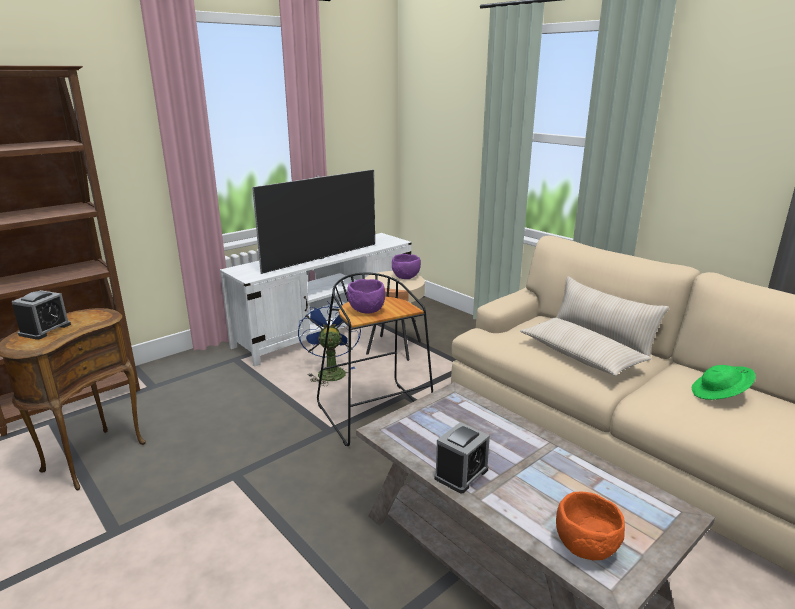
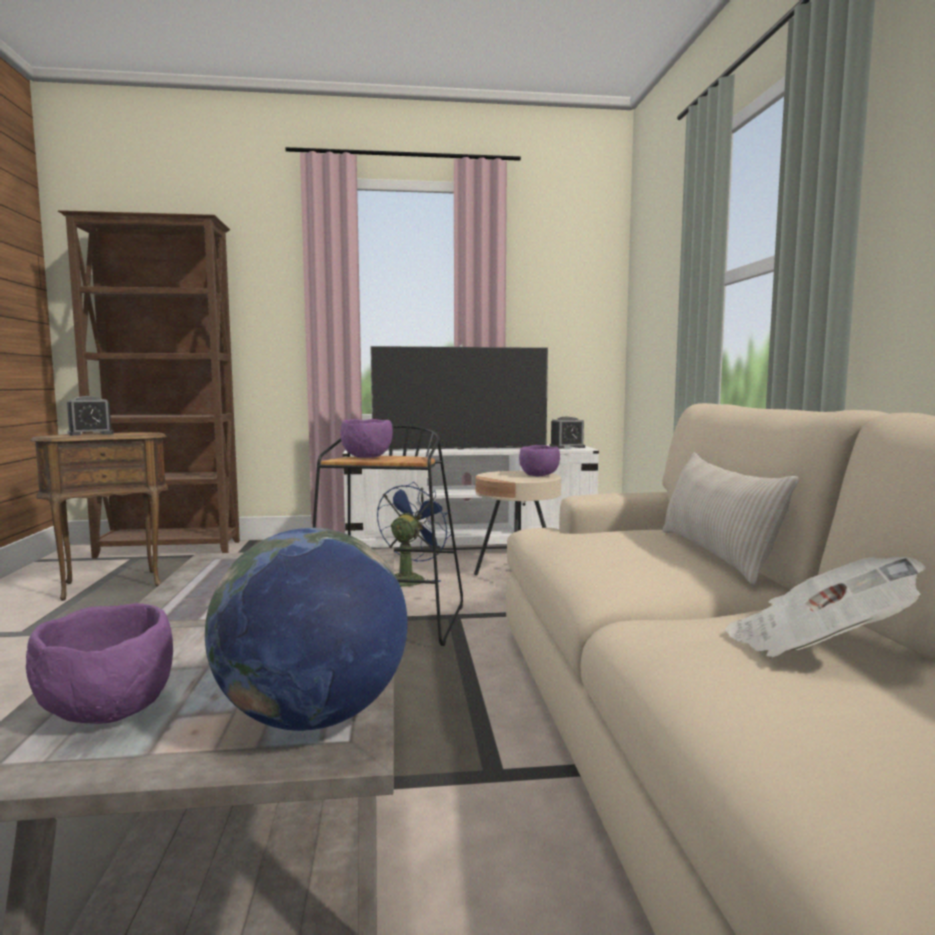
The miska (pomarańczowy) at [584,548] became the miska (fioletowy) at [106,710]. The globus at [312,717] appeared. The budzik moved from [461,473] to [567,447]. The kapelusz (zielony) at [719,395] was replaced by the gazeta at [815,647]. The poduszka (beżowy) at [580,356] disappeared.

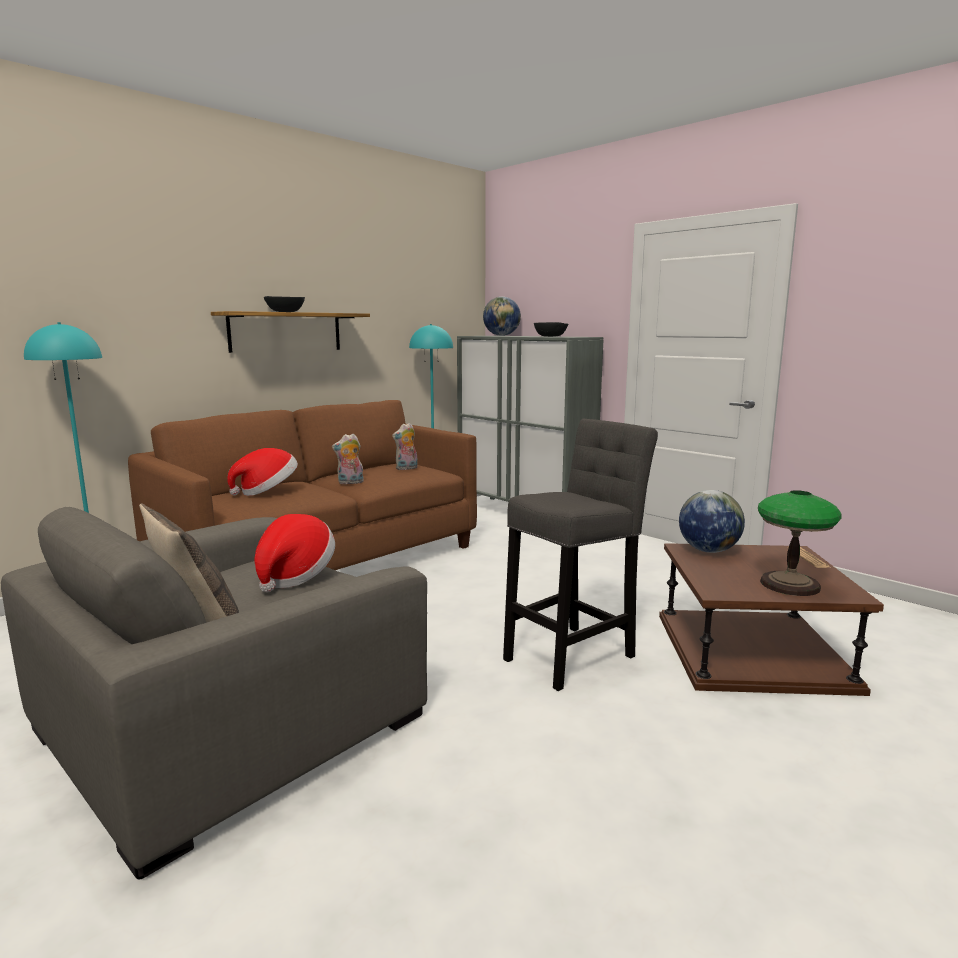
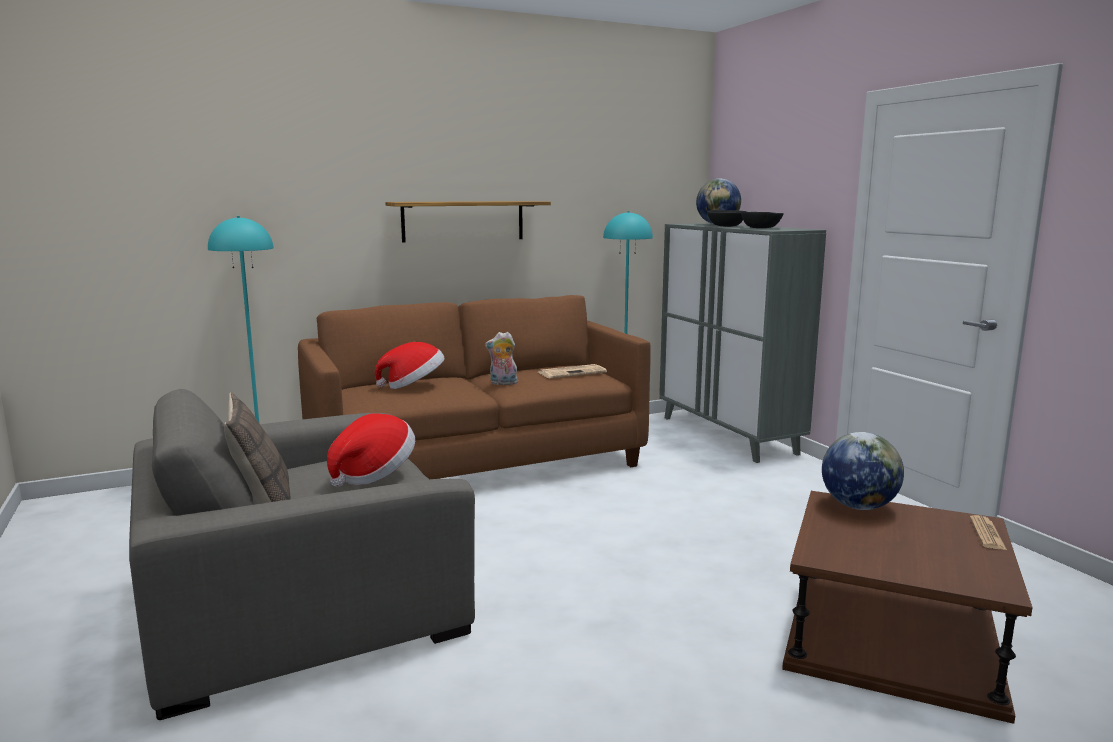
The pluszak at [406,468] was replaced by the gazeta at [572,372]. The miska (czarny) moved from [285,312] to [726,226]. The stołek (szary) at [574,655] disappeared. The lampa stołowa at [789,585] disappeared.

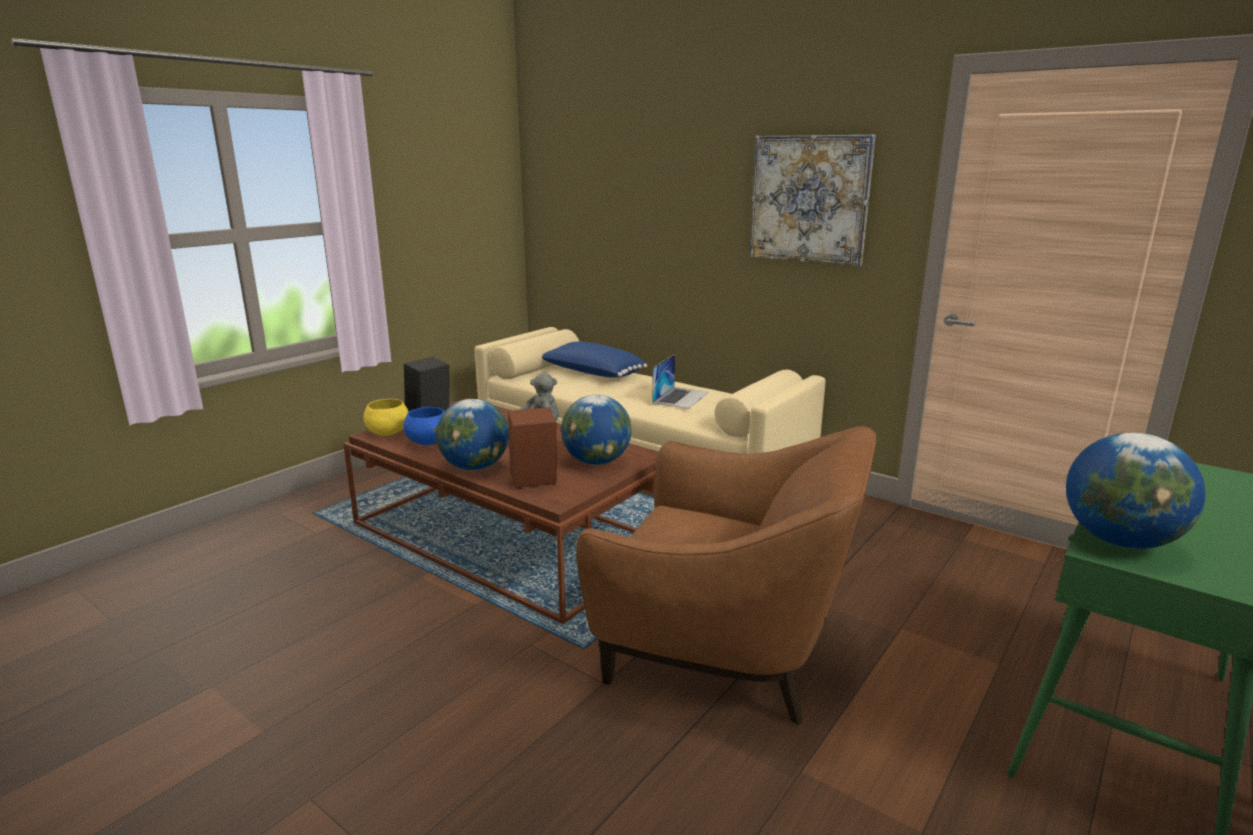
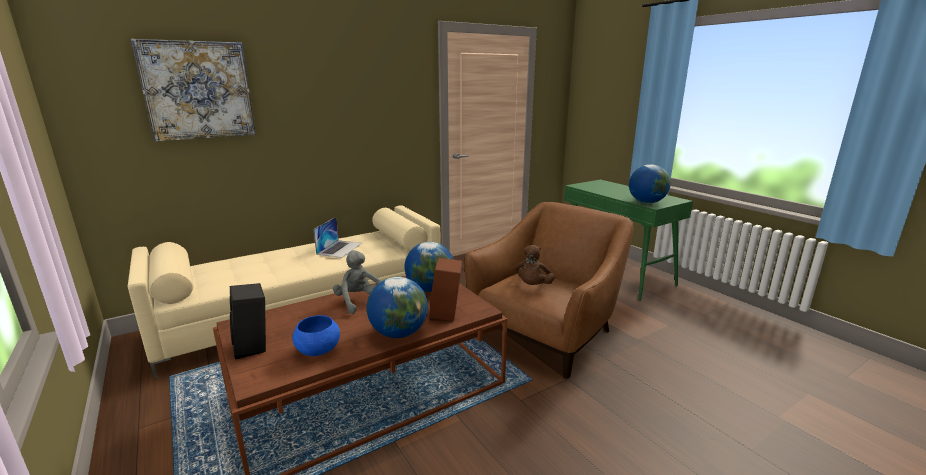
The obraz moved from [809,199] to [198,90]. The laptop at [680,397] turned 60 degrees clockwise. The pluszak (brązowy) at [533,286] appeared. The miska (żółty) at [387,433] disappeared. The poduszka (niebieski) at [591,374] disappeared.

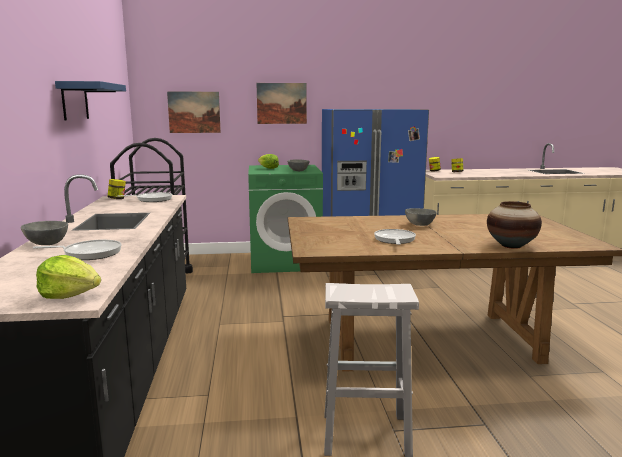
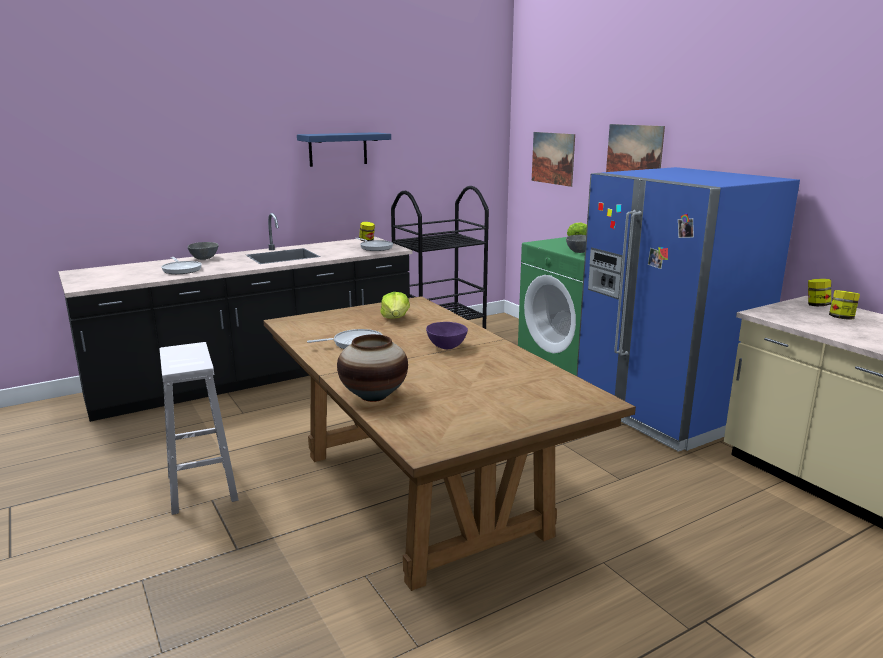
The sałata moved from [70,295] to [395,318]. The miska (szary) at [419,224] became the miska (fioletowy) at [446,346].

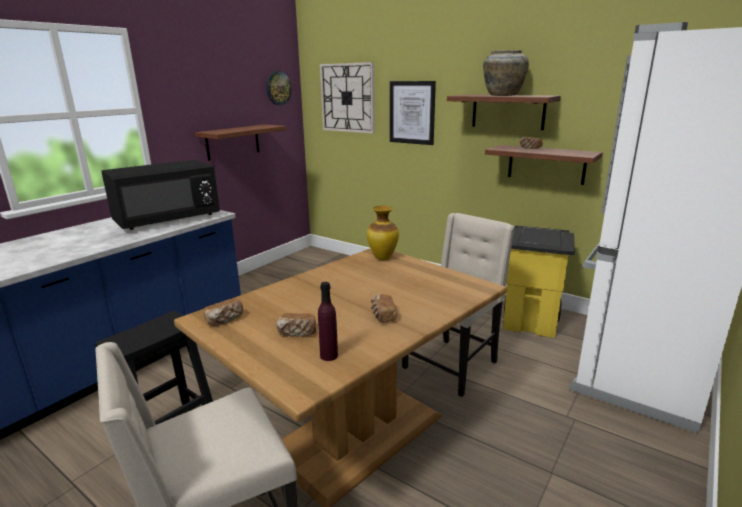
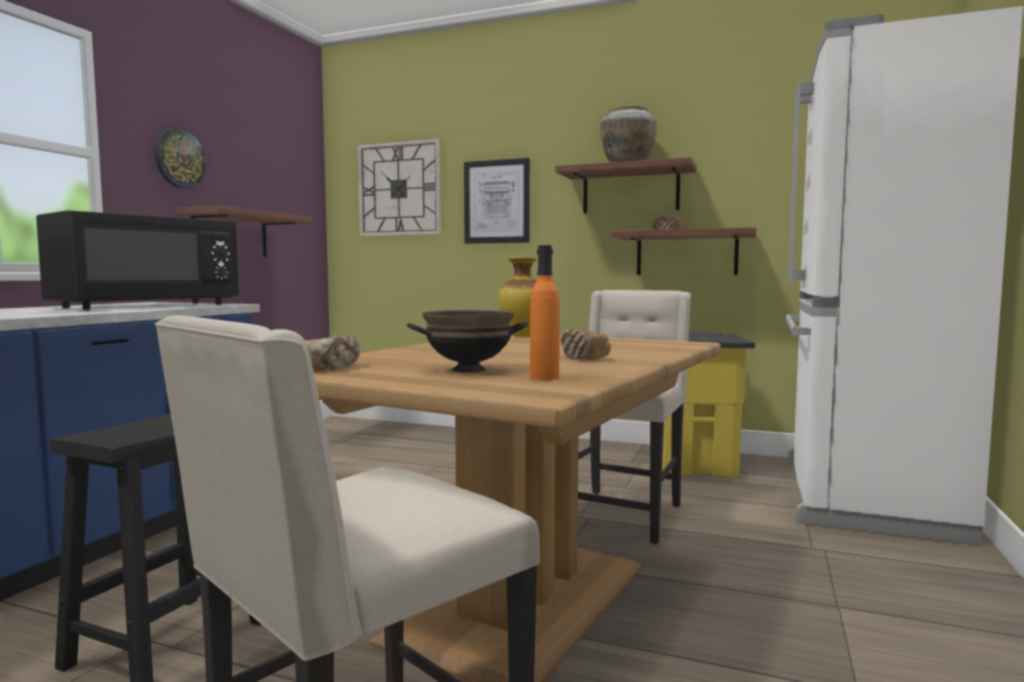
The zegar ścienny moved from [278,88] to [179,158]. The chleb at [297,333] was replaced by the miska (czarny) at [468,370]. The butelka (fioletowy) at [329,355] became the butelka (pomarańczowy) at [544,377].

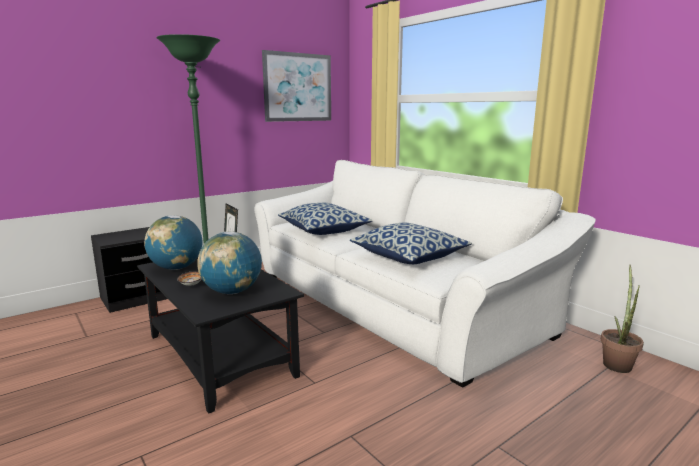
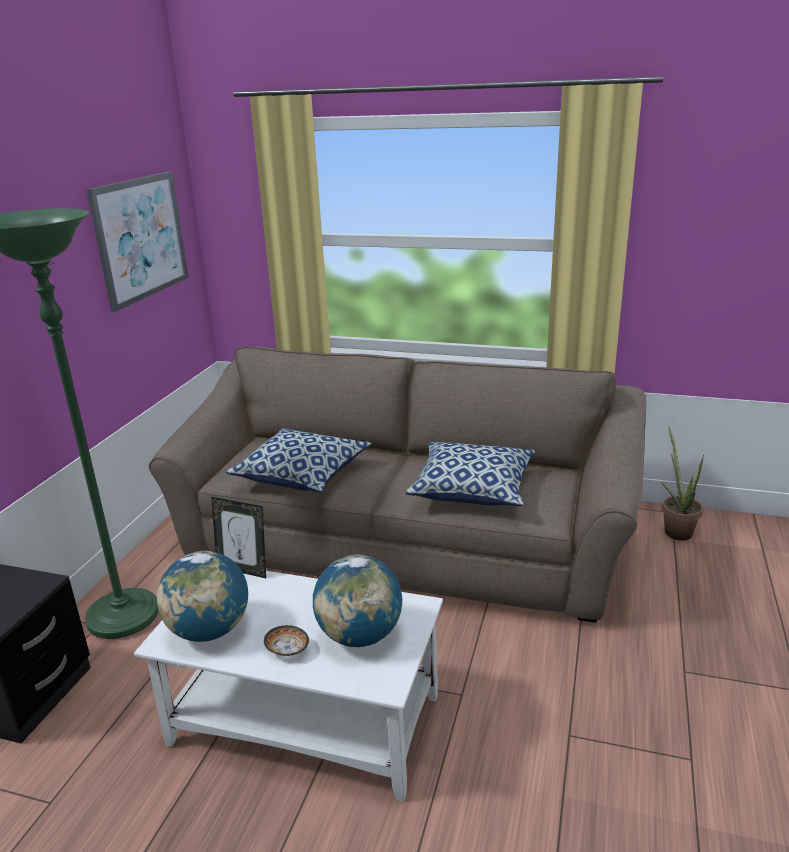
The ława (czarny) at [221,356] became the ława (biały) at [308,720]. The kanapa (biały) at [389,301] became the kanapa (brązowy) at [403,540].

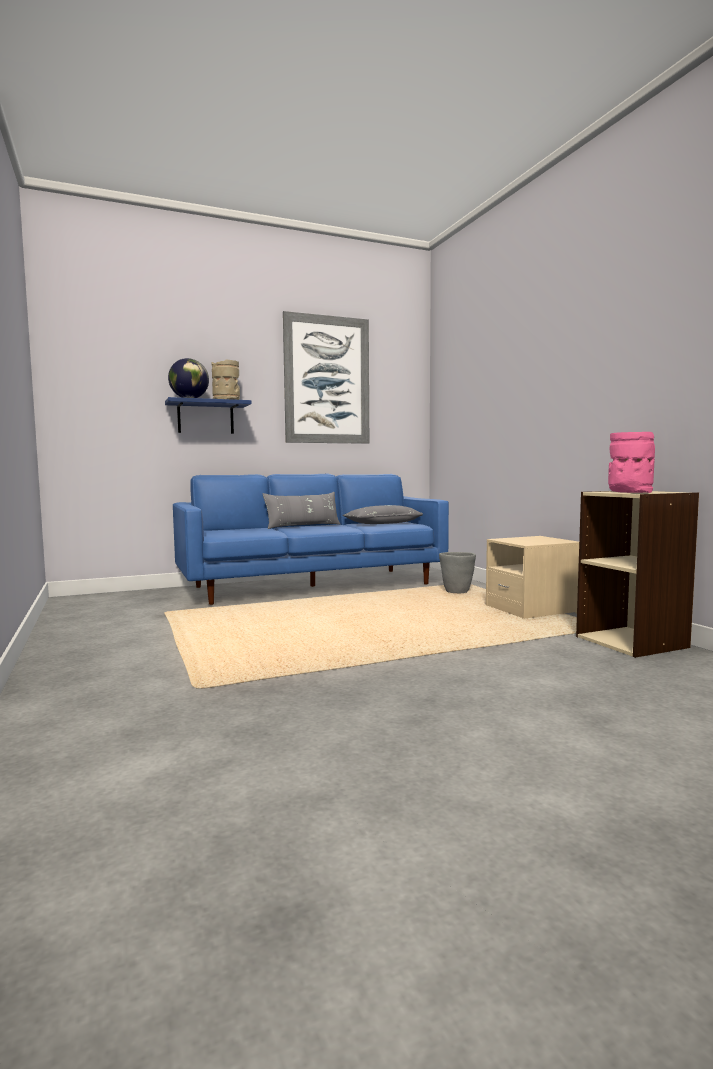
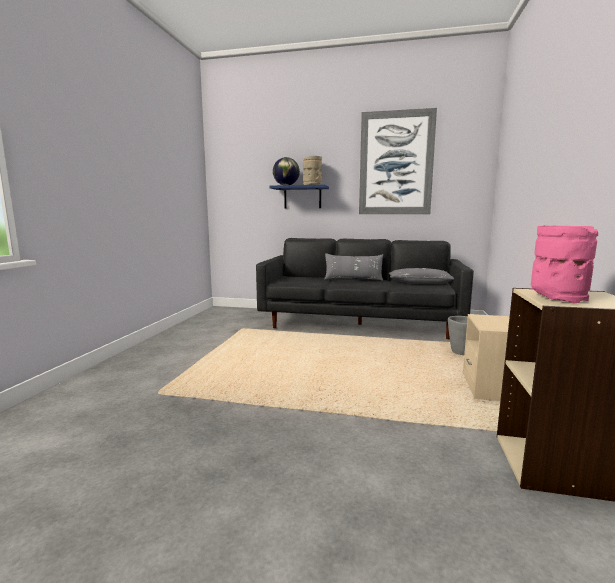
The kanapa (niebieski) at [313,586] became the kanapa (czarny) at [360,324].

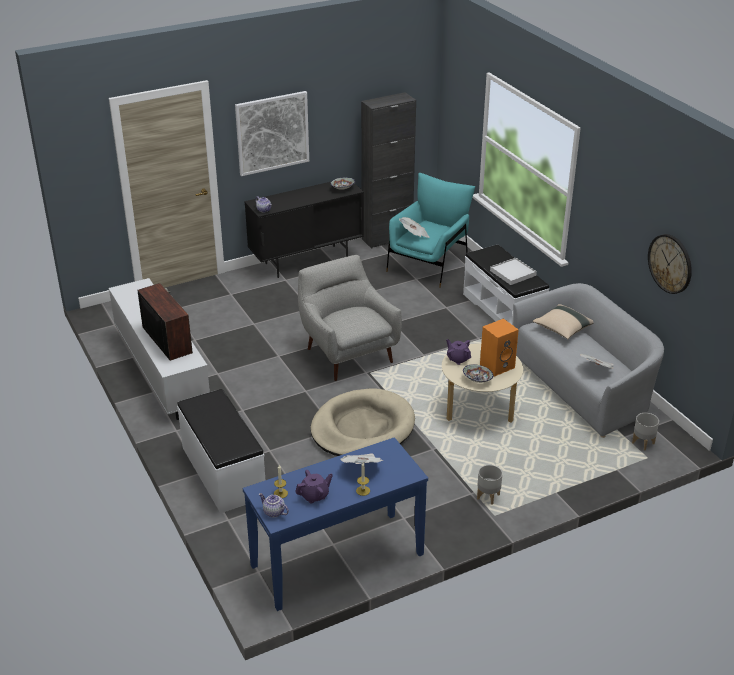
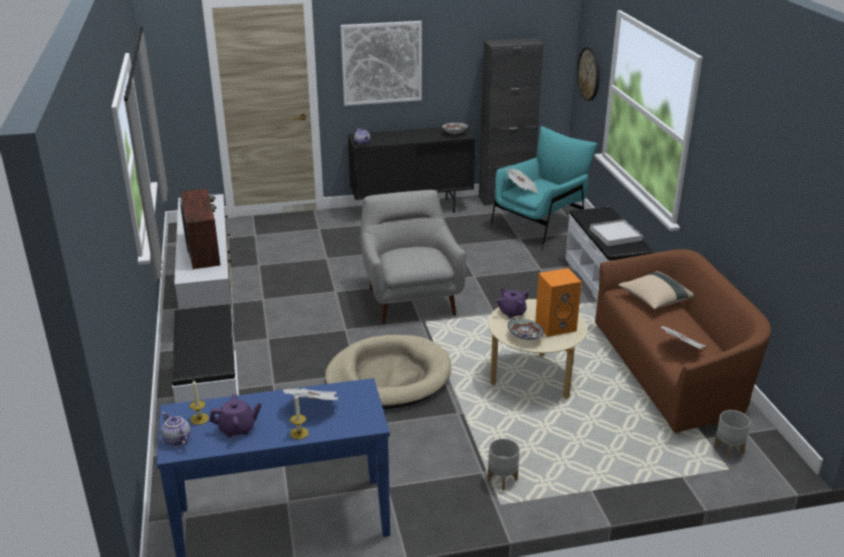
The zegar ścienny moved from [670,263] to [589,74]. The kanapa (szary) at [583,385] became the kanapa (brązowy) at [672,372].

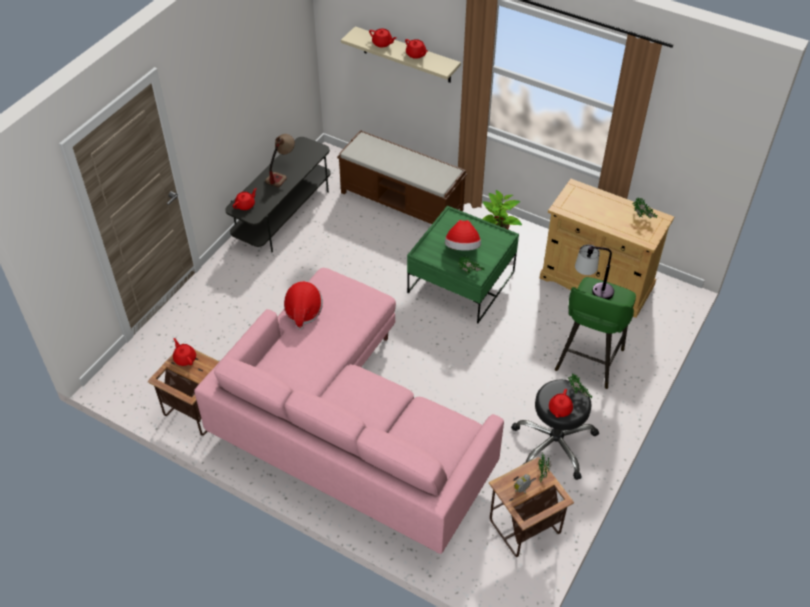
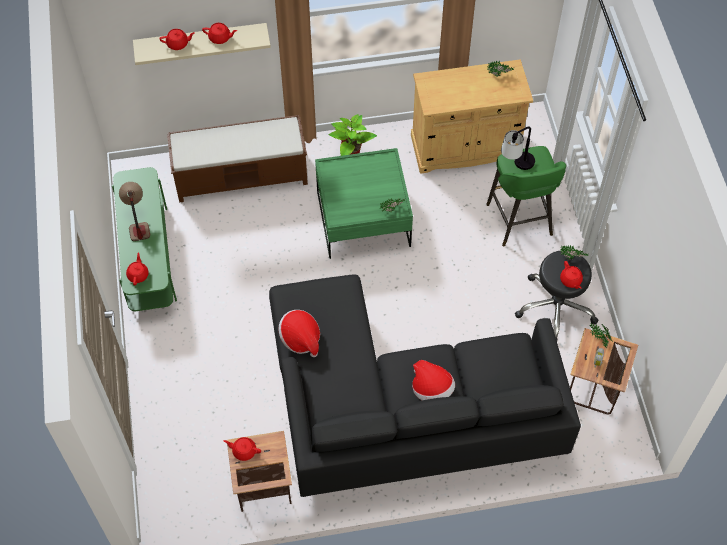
The szafka pod telewizor (szary) at [283,213] became the szafka pod telewizor (zielony) at [148,257]. The kanapa (różowy) at [348,432] became the kanapa (czarny) at [400,411]. The kapelusz moved from [462,248] to [431,389].

